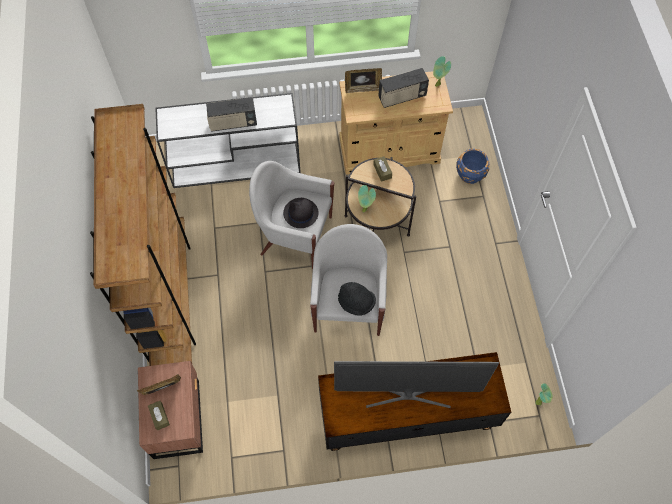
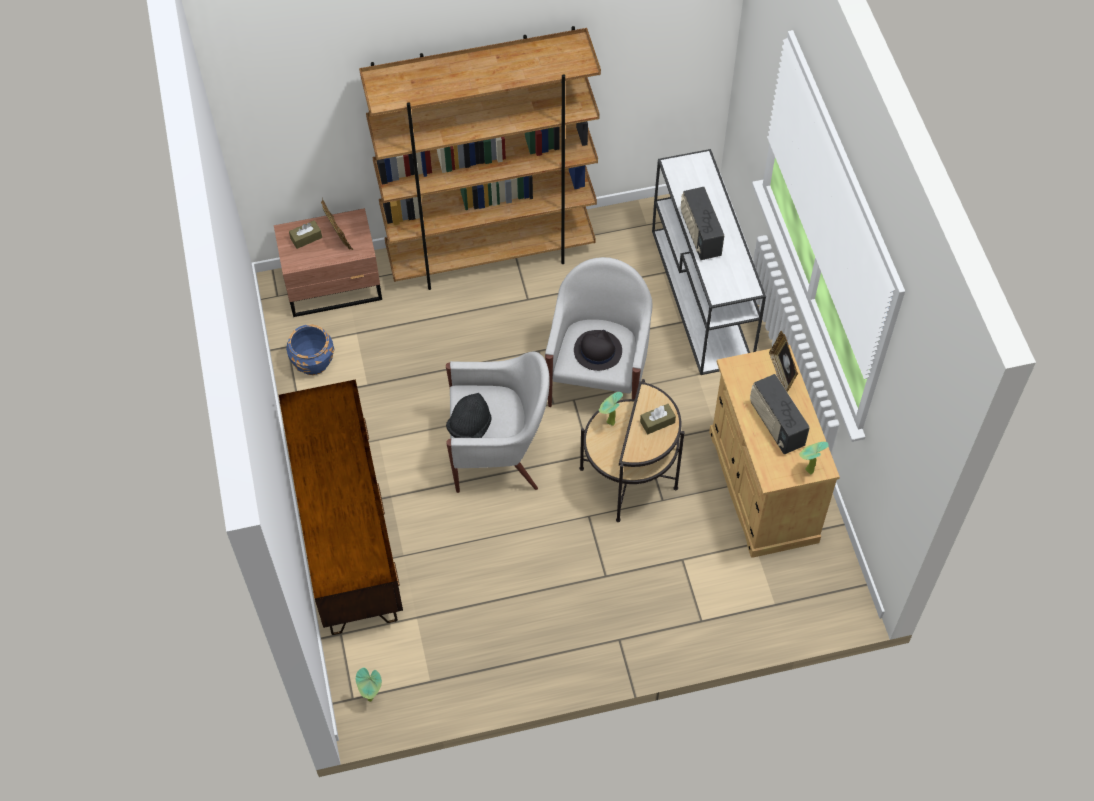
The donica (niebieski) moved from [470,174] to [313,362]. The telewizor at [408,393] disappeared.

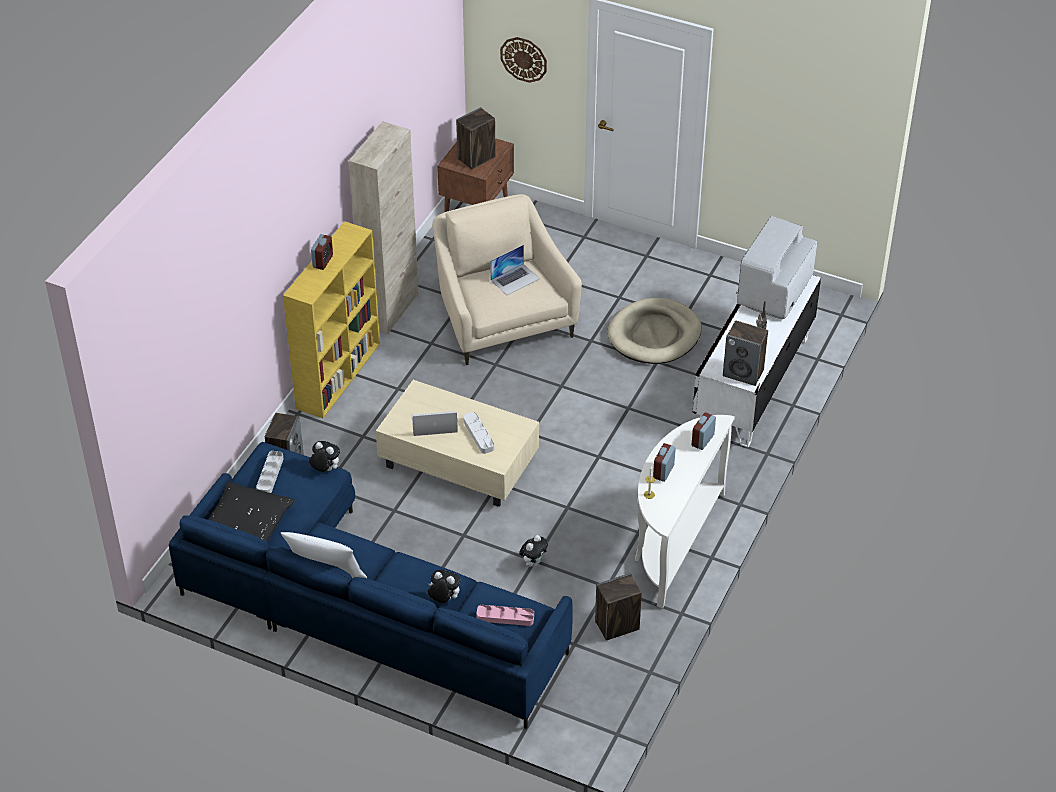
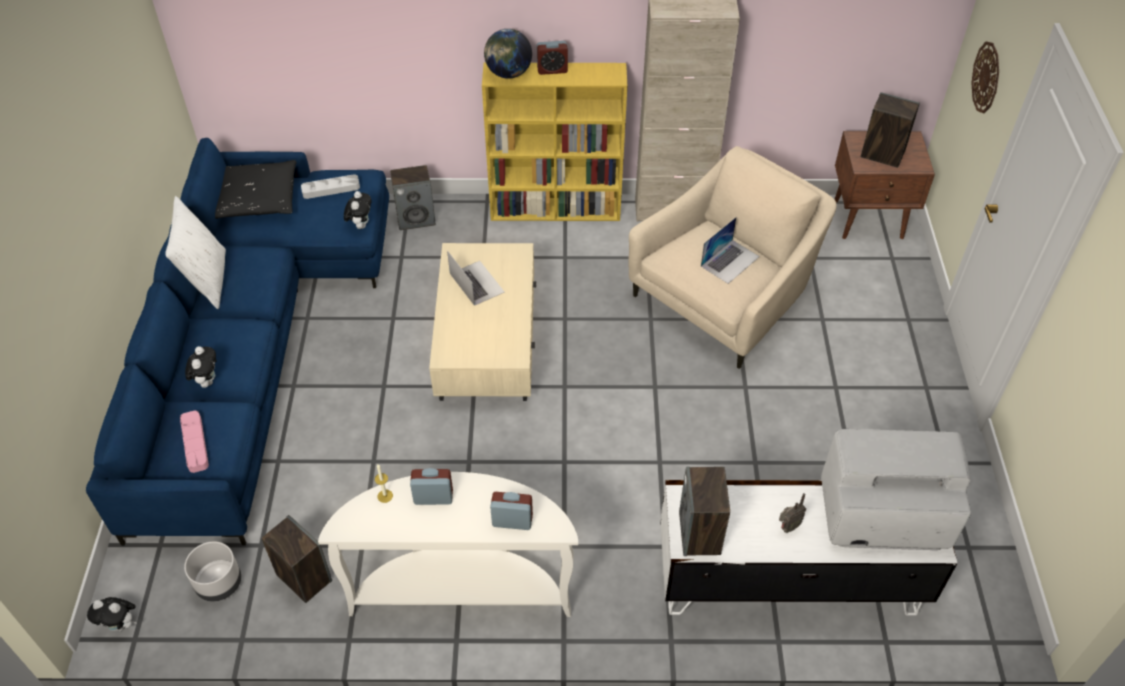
The pluszak moved from [533,562] to [121,625]. The donica (szary) at [218,583] appeared. The globus at [508,74] appeared. The laptop at [515,279] turned 75 degrees counterclockwise. The taca (szary) at [478,435] disappeared. The legowisko (beżowy) at [654,335] disappeared.

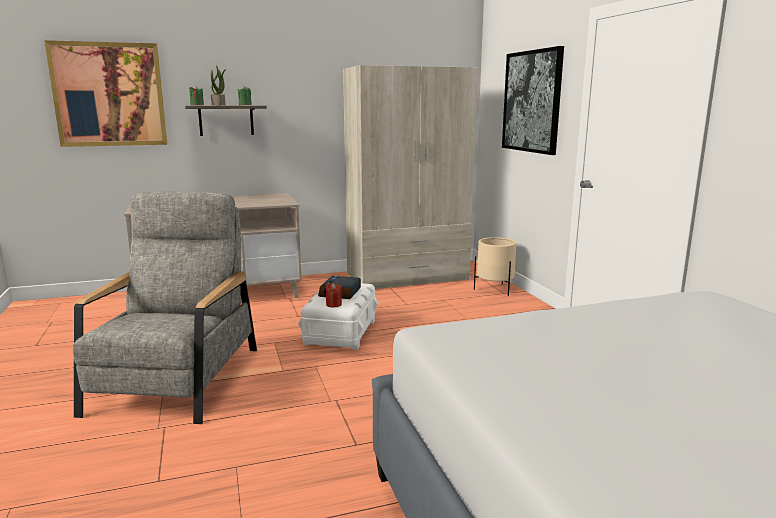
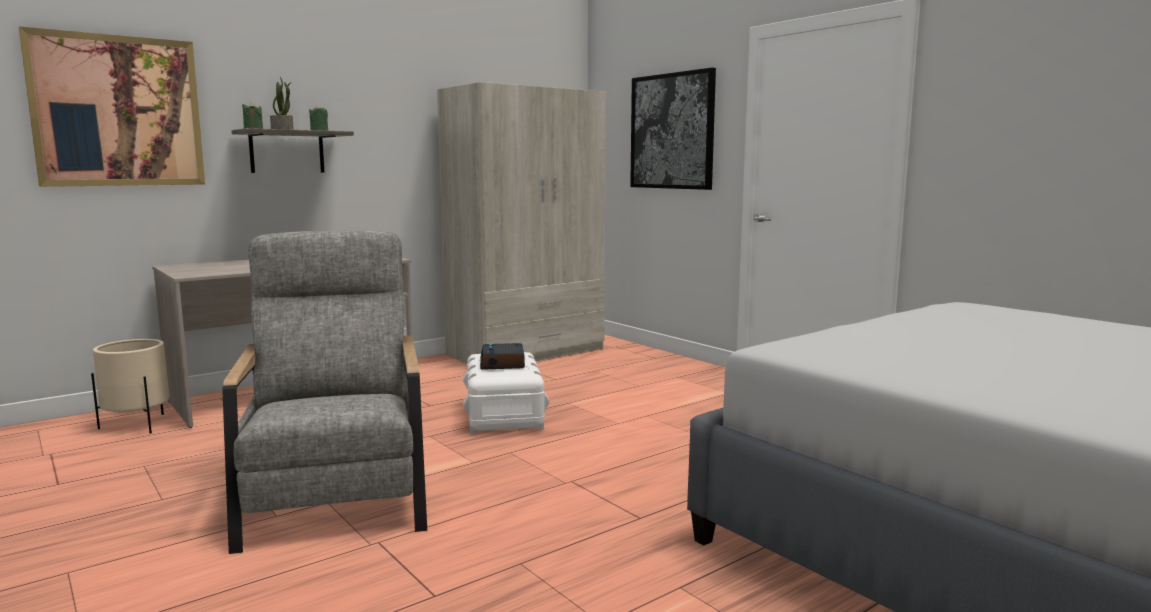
The donica (beżowy) moved from [494,289] to [137,425]. The świeca (czerwony) at [333,304] disappeared.

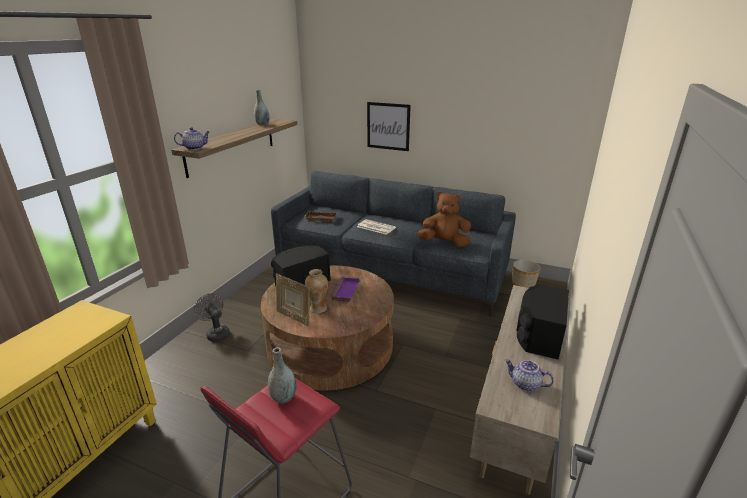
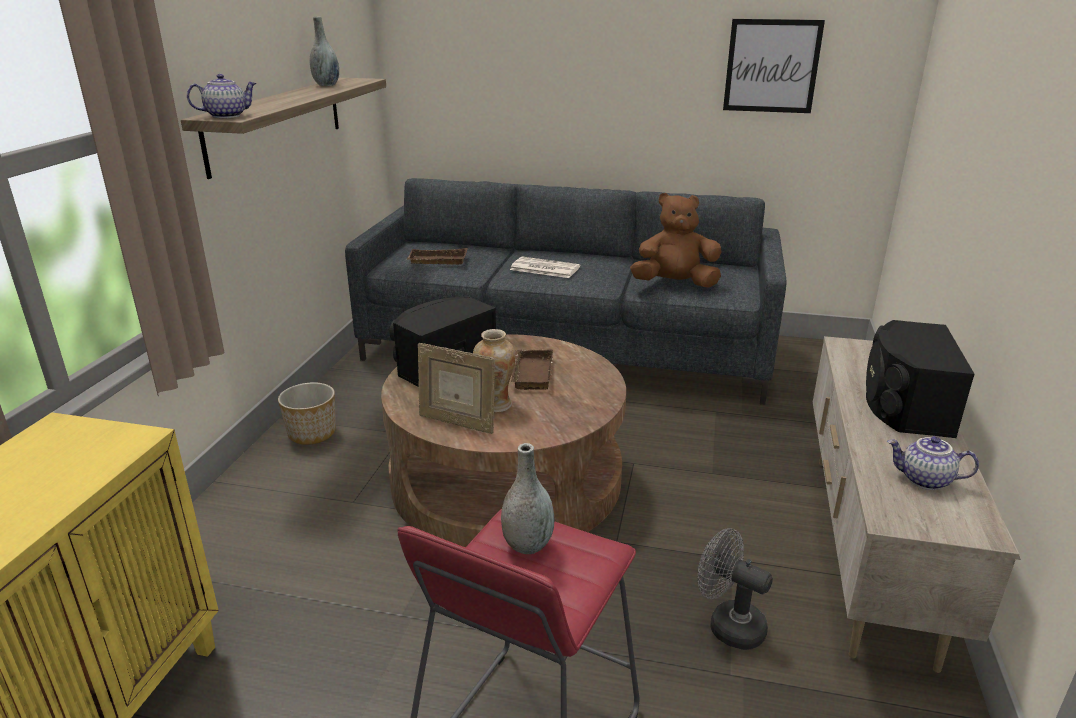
The donica moved from [523,284] to [312,433]. The taca (fioletowy) at [344,291] became the taca (brązowy) at [530,373]. The wentylator (szary) moved from [216,333] to [728,625]. The obraz moved from [388,126] to [772,66].

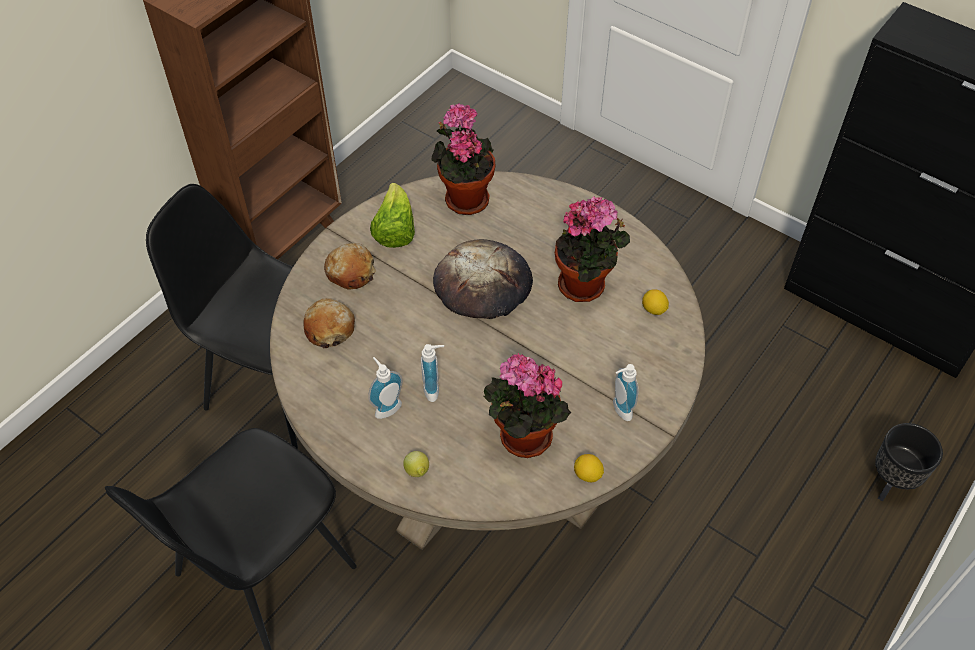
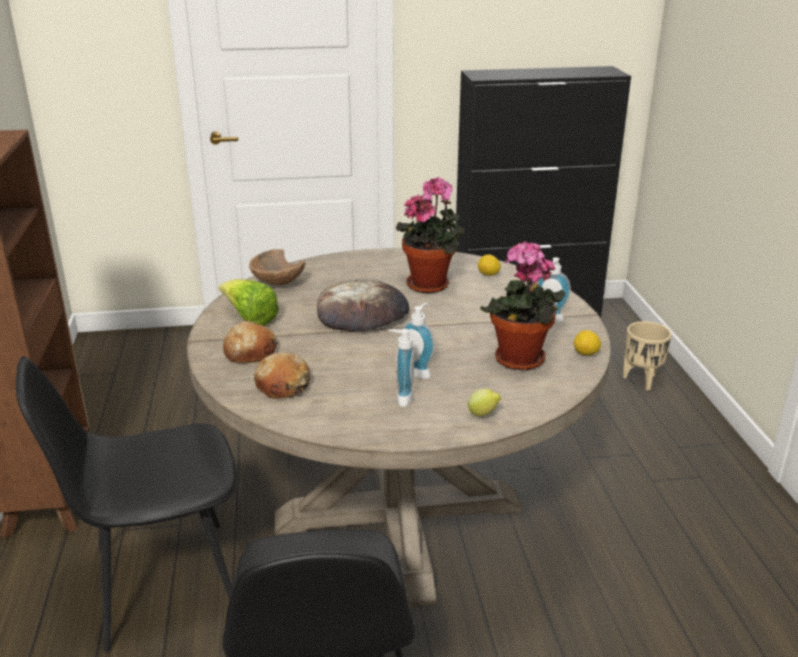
The roślina doniczkowa at [464,197] was replaced by the miska (brązowy) at [277,284]. The donica (czarny) at [891,483] became the donica (beżowy) at [642,380].

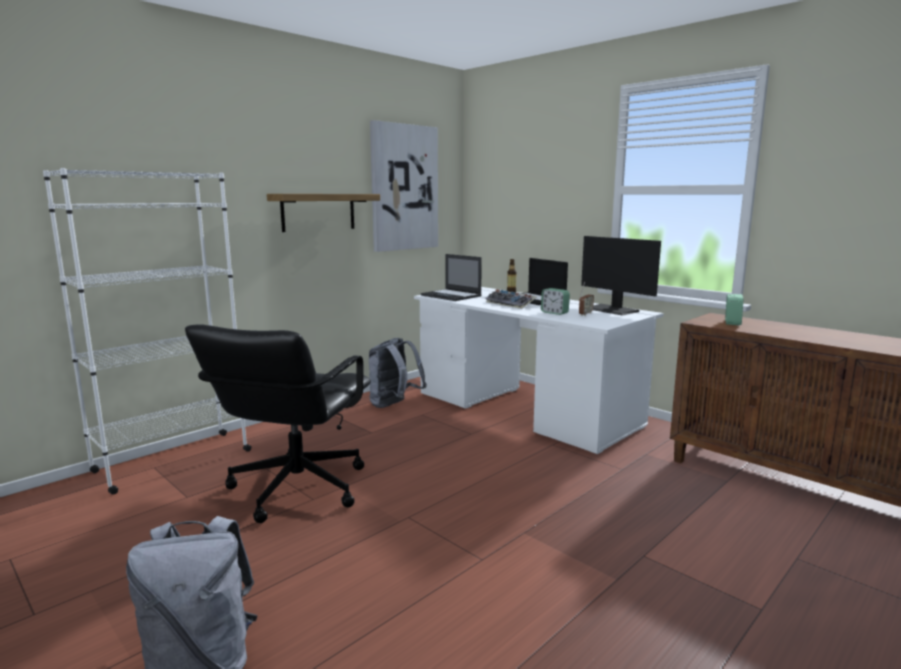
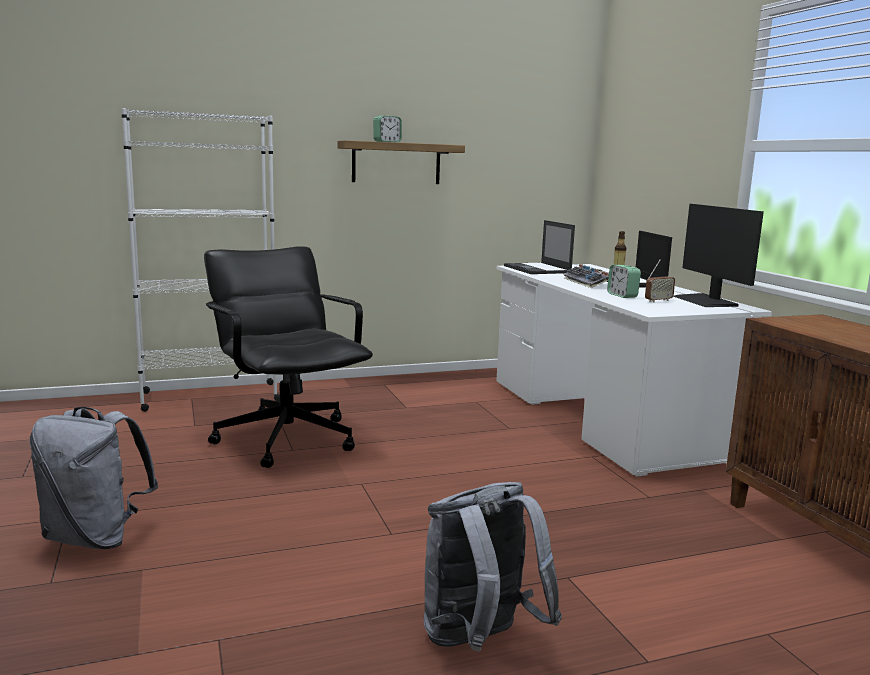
The krzesło biurowe (czarny) at [296,488] turned 105 degrees clockwise. The budzik moved from [732,322] to [387,142]. The plecak (szary) moved from [394,405] to [479,642]. The obraz at [404,188] disappeared.

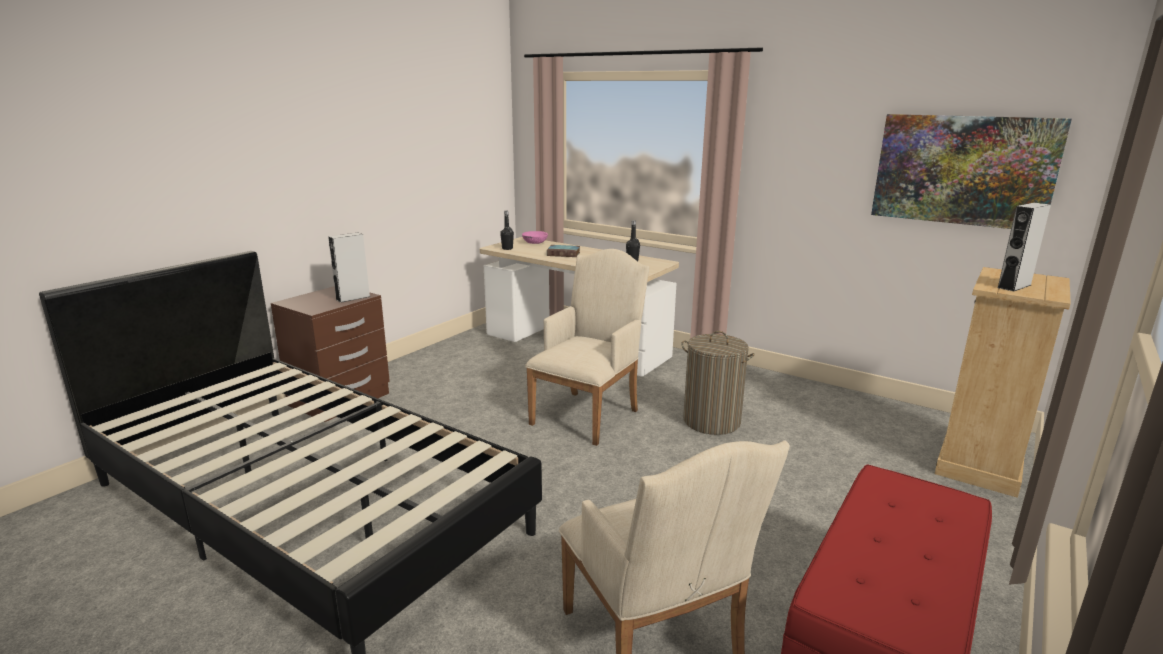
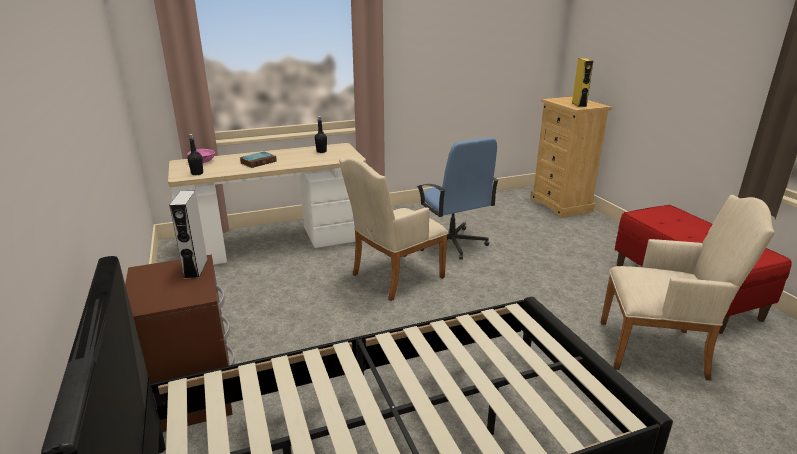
The fotel (beżowy) at [588,414] turned 105 degrees counterclockwise. The kosz na pranie at [711,421] was replaced by the krzesło biurowe (niebieski) at [452,244]. The głośnik (szary) at [1014,286] became the głośnik (żółty) at [579,104]. The obraz at [963,170] disappeared.

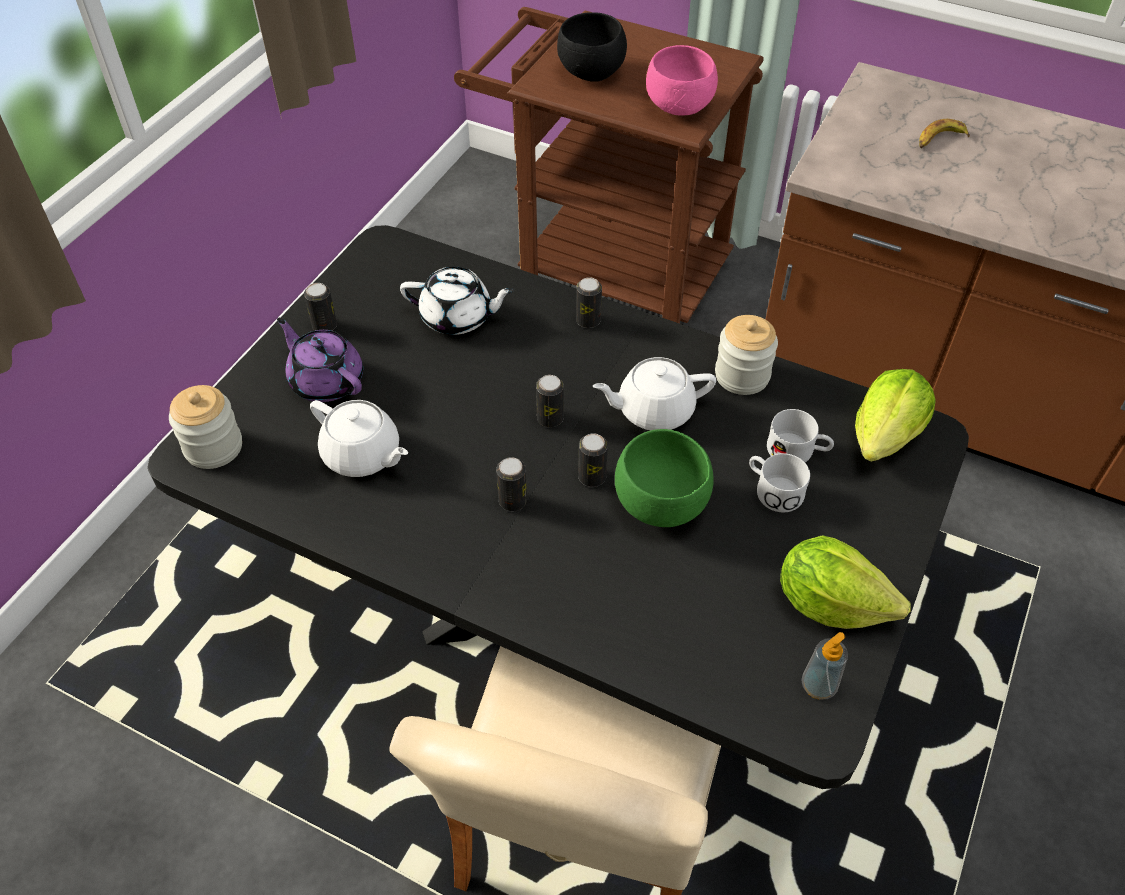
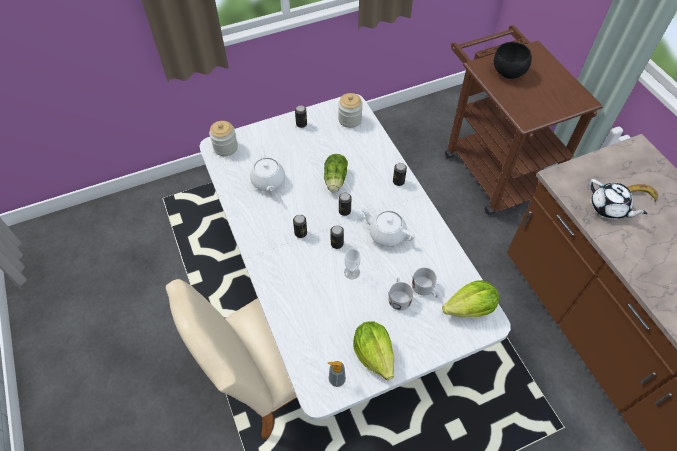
The stół jadalny (czarny) at [561,625] became the stół jadalny (biały) at [337,299]. The sałata at [335,181] appeared. The słoik moved from [742,375] to [350,119]. The miska (zielony) at [663,504] was replaced by the filiżanka at [352,272]. The imbryk (biały) moved from [458,317] to [608,208]. The imbryk (fioletowy) at [326,380] disappeared. The miska (różowy) at [680,108] disappeared.

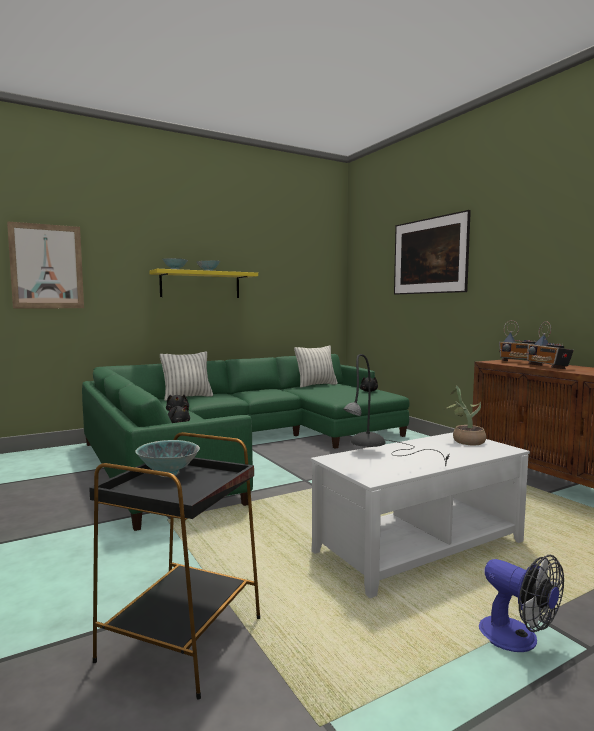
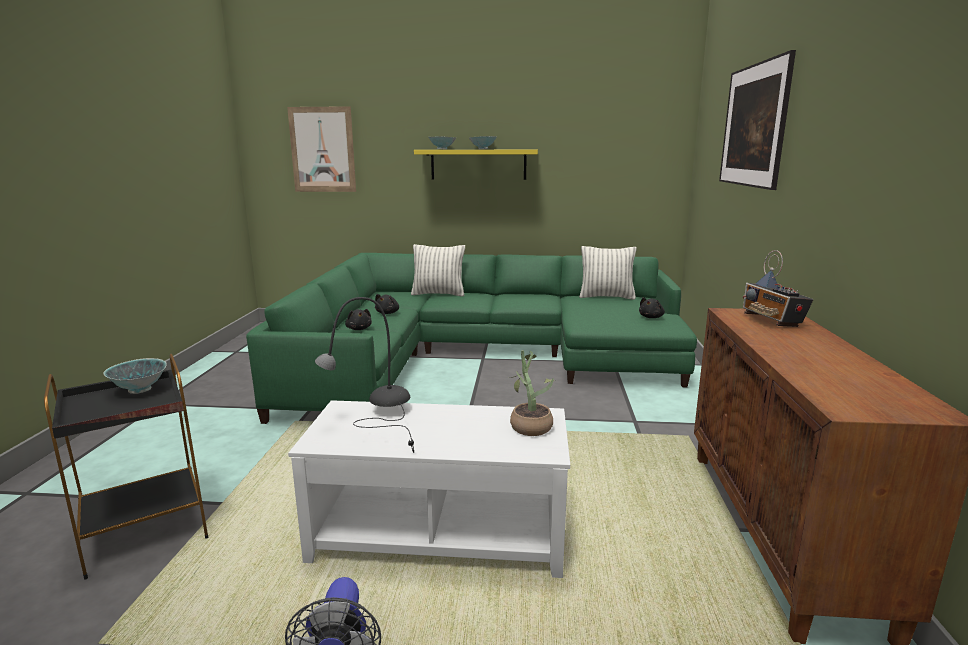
The radio at [547,367] disappeared.

